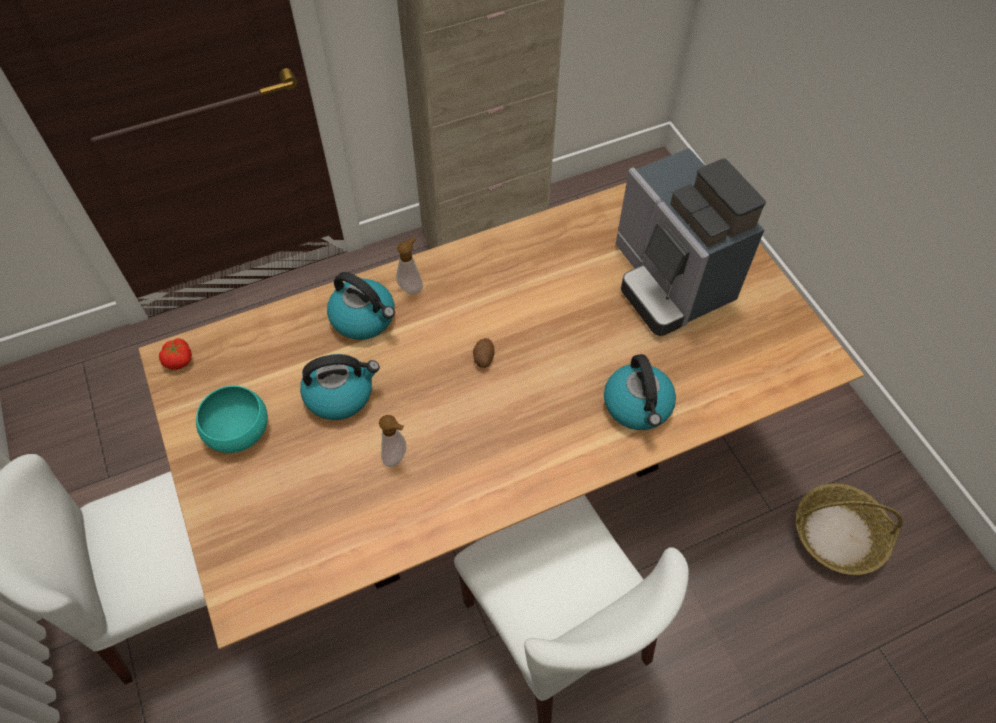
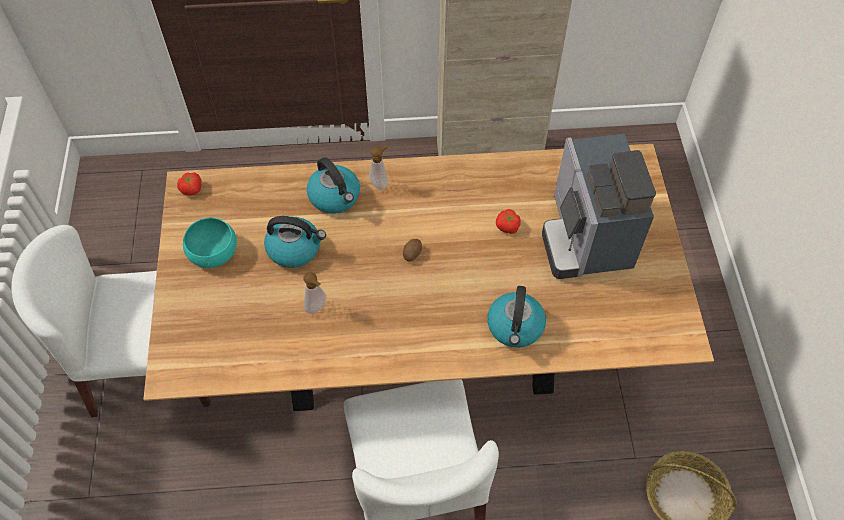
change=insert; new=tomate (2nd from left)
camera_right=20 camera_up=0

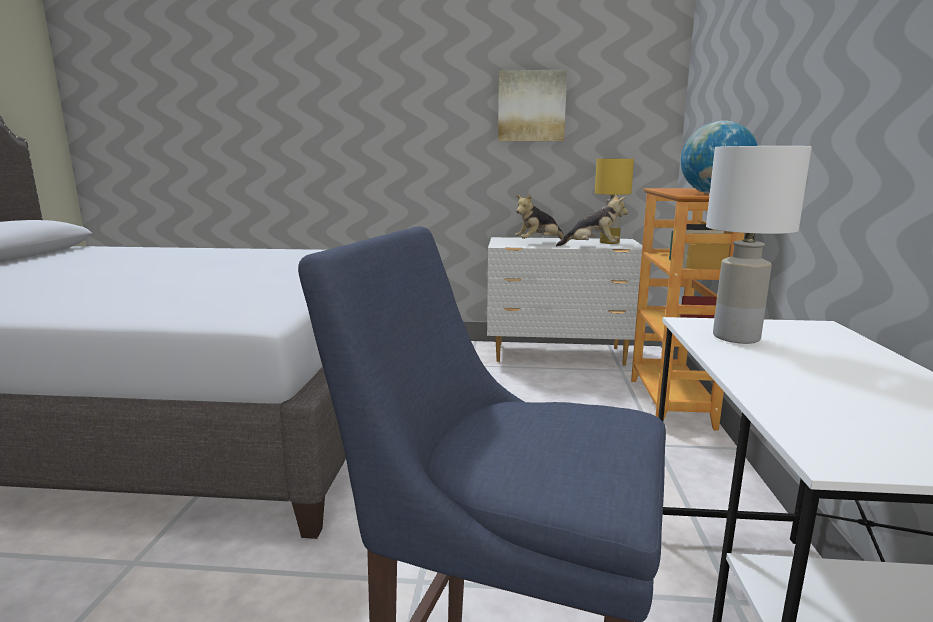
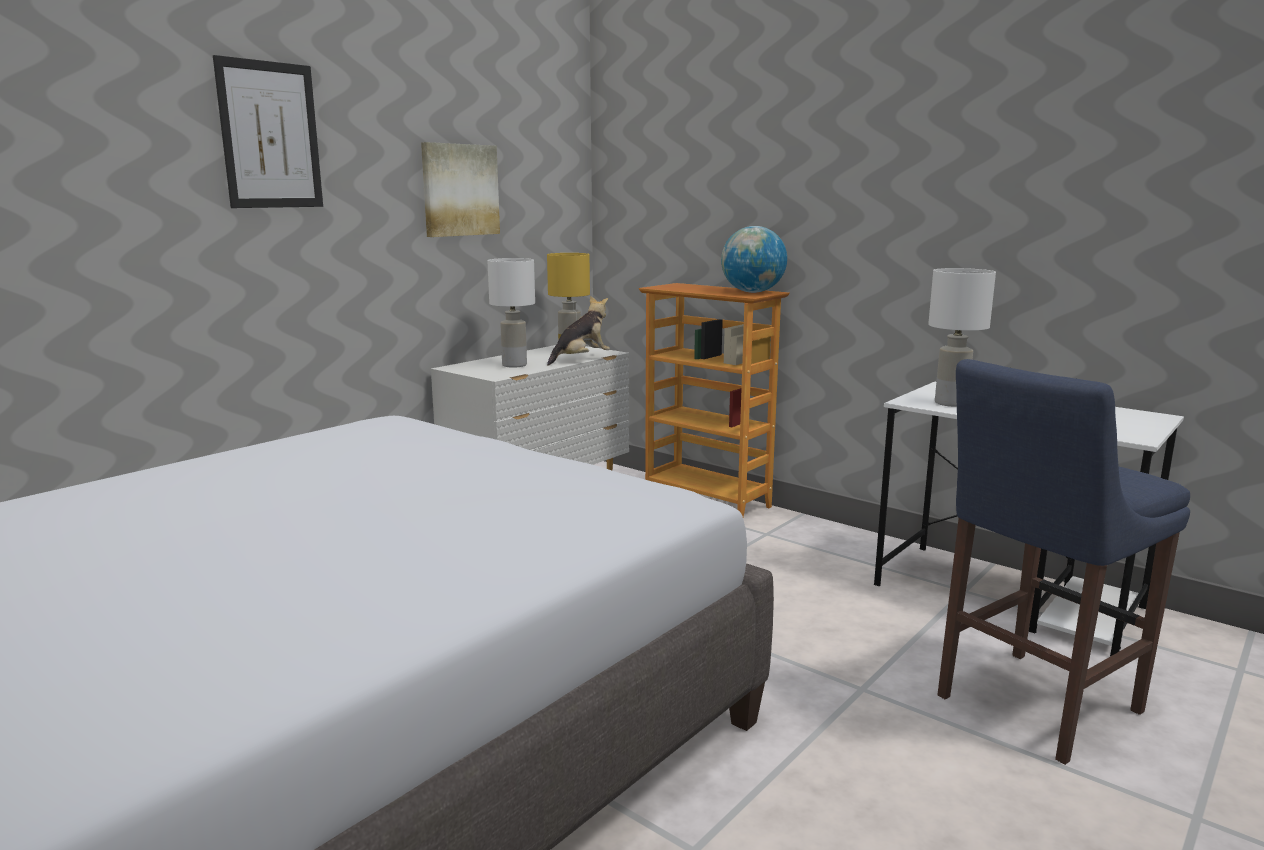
change=insert; new=tableau (1st from left)
change=replace; old=peluche (1st from left); new=lampe de table/blanc (1st from left)
camera_right=-55 camera_up=0

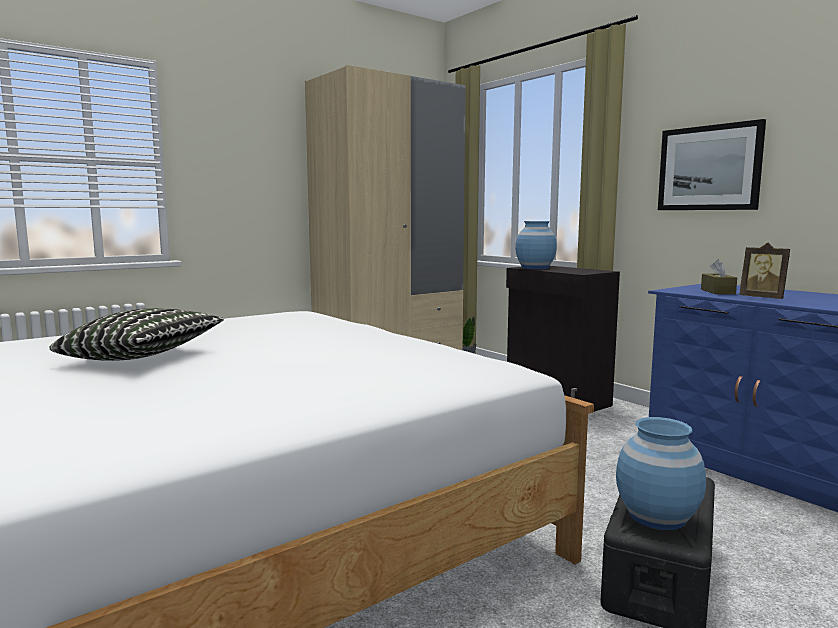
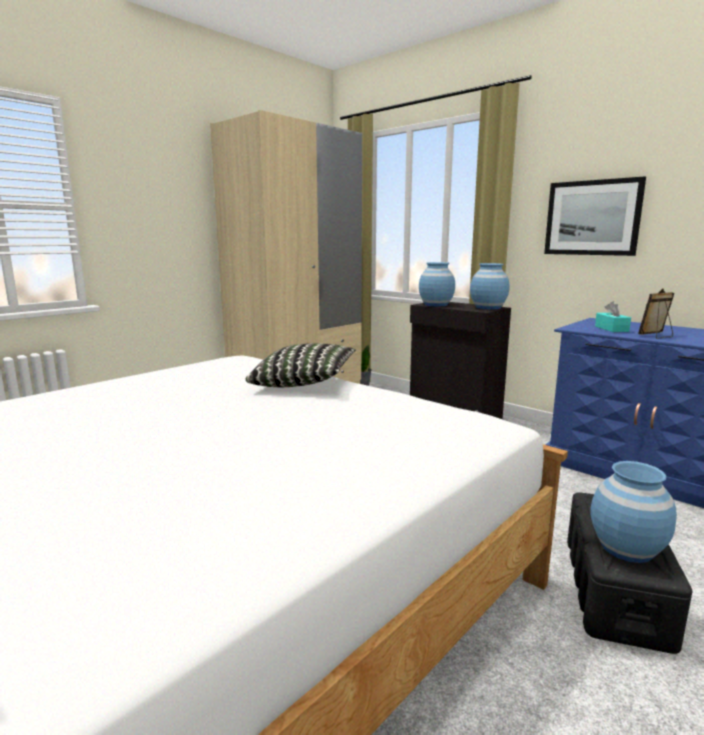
change=insert; new=vase/bleu (2nd from left)
change=move; old=coussin
change=recolor; old=boîte à mouchoirs/marron; new=boîte à mouchoirs/turquoise
change=rotate; old=cadre photo; degrees=120
camera_right=-10 camera_up=5

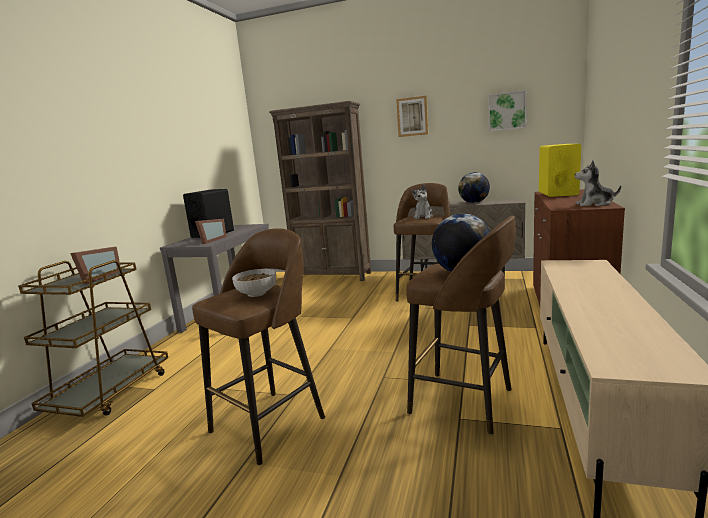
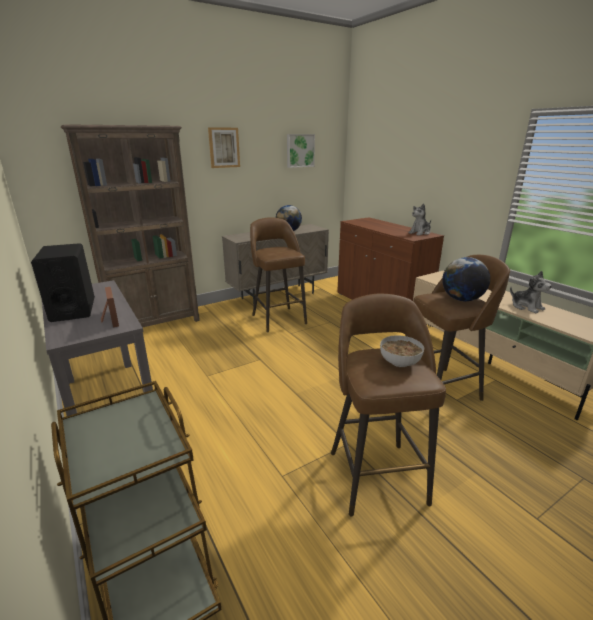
change=delete; old=cadre photo (1st from left)
change=delete; old=enceinte/jaune
change=move; old=peluche (1st from left in the first image); new=peluche (2nd from left)
camera_right=-50 camera_up=10

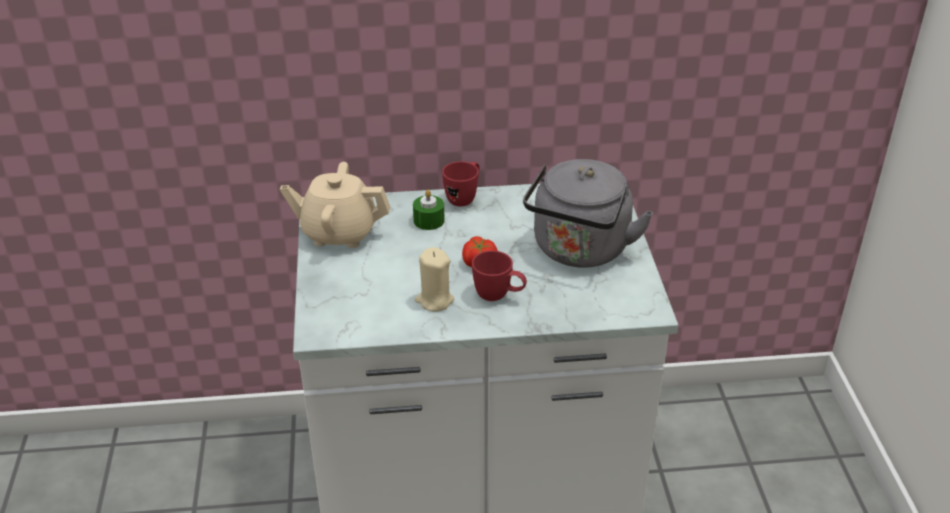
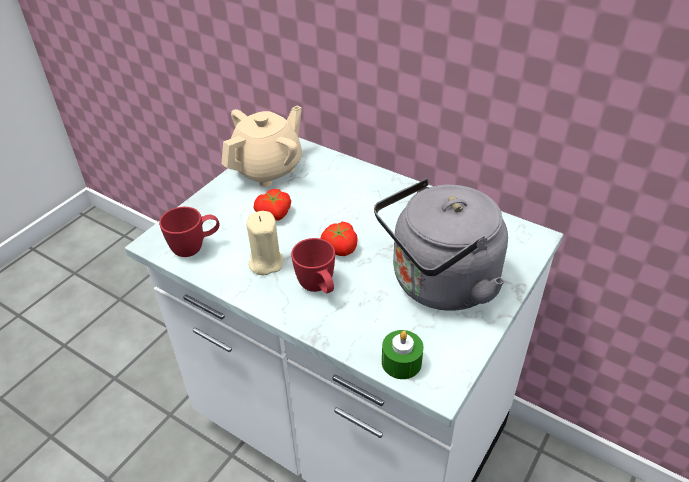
change=insert; new=tomate (1st from left)
change=move; old=bougie/vert
change=move; old=mug/rouge (1st from left)
change=rotate; old=théière/beige; degrees=90
camera_right=40 camera_up=5

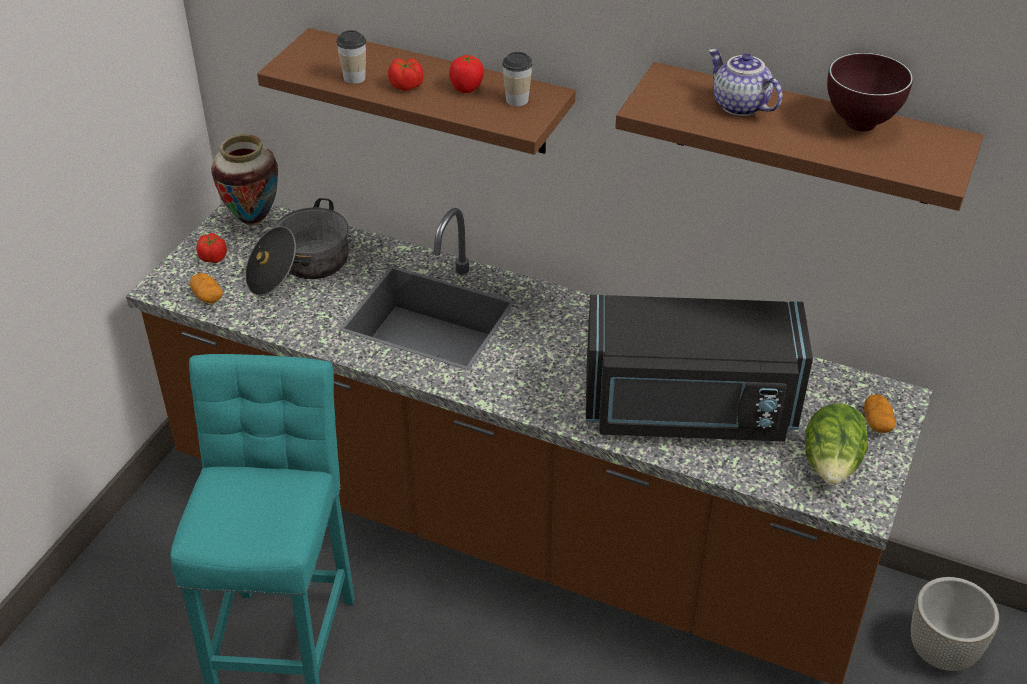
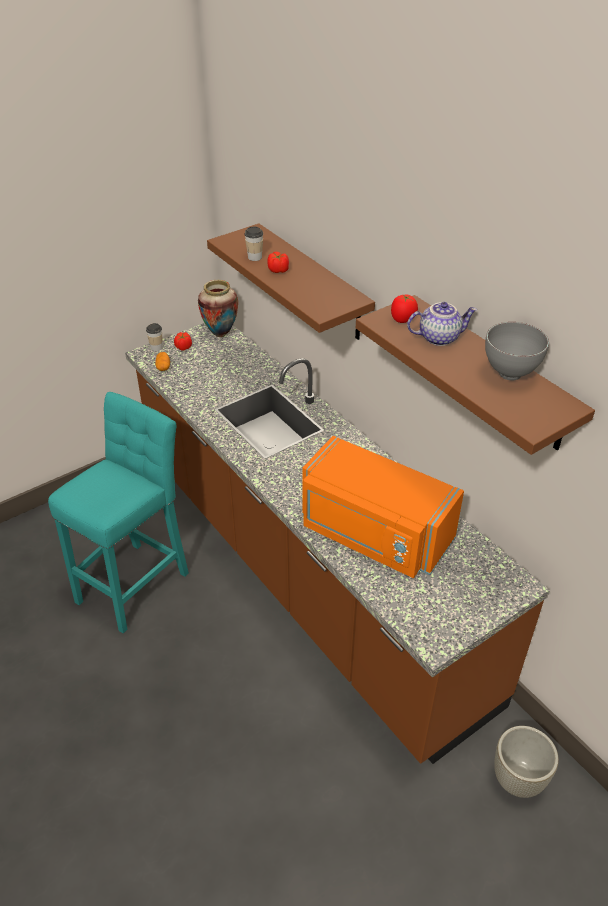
change=delete; old=marmite
change=delete; old=laitue
change=delete; old=pomme de terre (2nd from left)
change=move; old=tomate (3rd from left)
change=move; old=tasse (2nd from left in the first image); new=tasse (1st from left)
change=recolor; old=micro-ondes/noir; new=micro-ondes/orange
change=recolor; old=bol/marron; new=bol/gris
change=rotate; old=théière; degrees=90
camera_right=30 camera_up=0

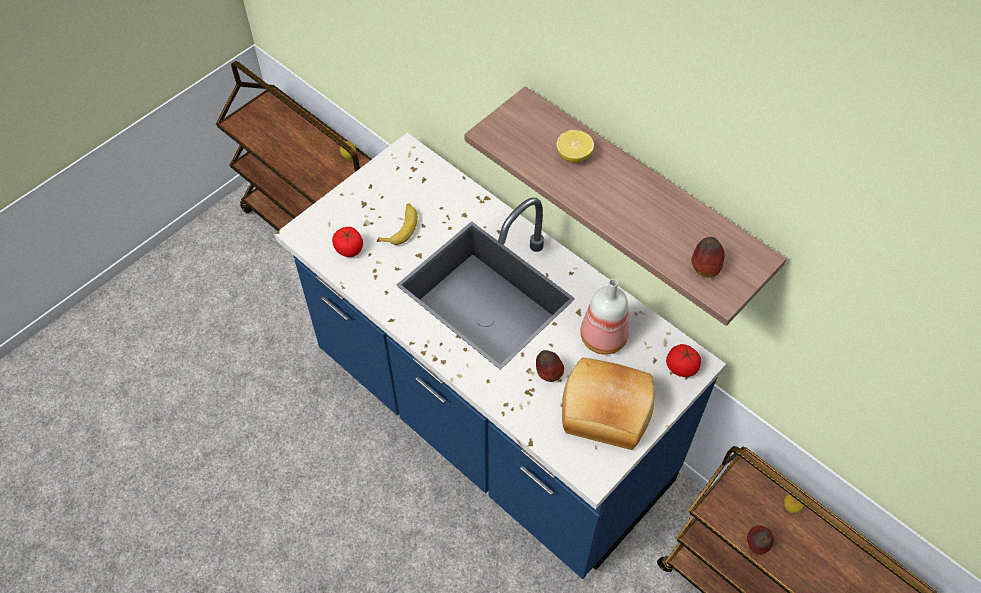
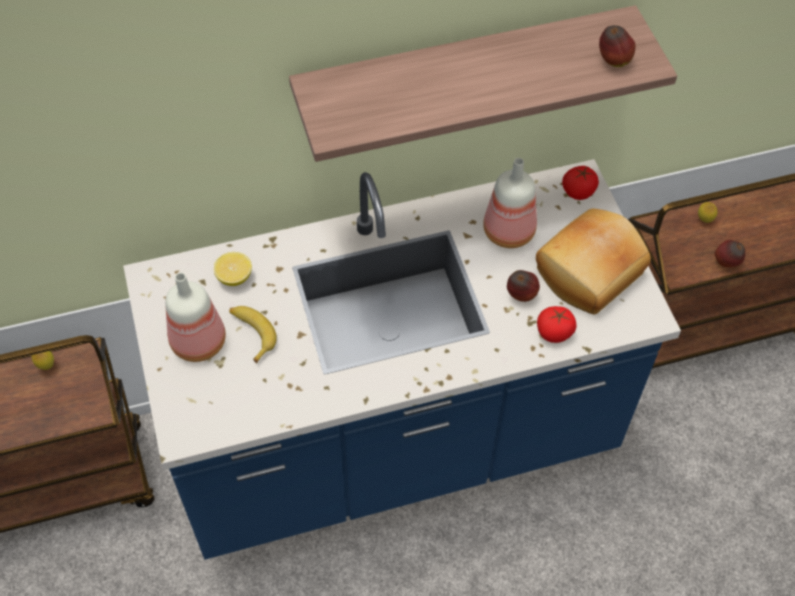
change=insert; new=bouteille (1st from left)
change=move; old=tomate (1st from left)
change=move; old=citron (2nd from left)
camera_right=-60 camera_up=0

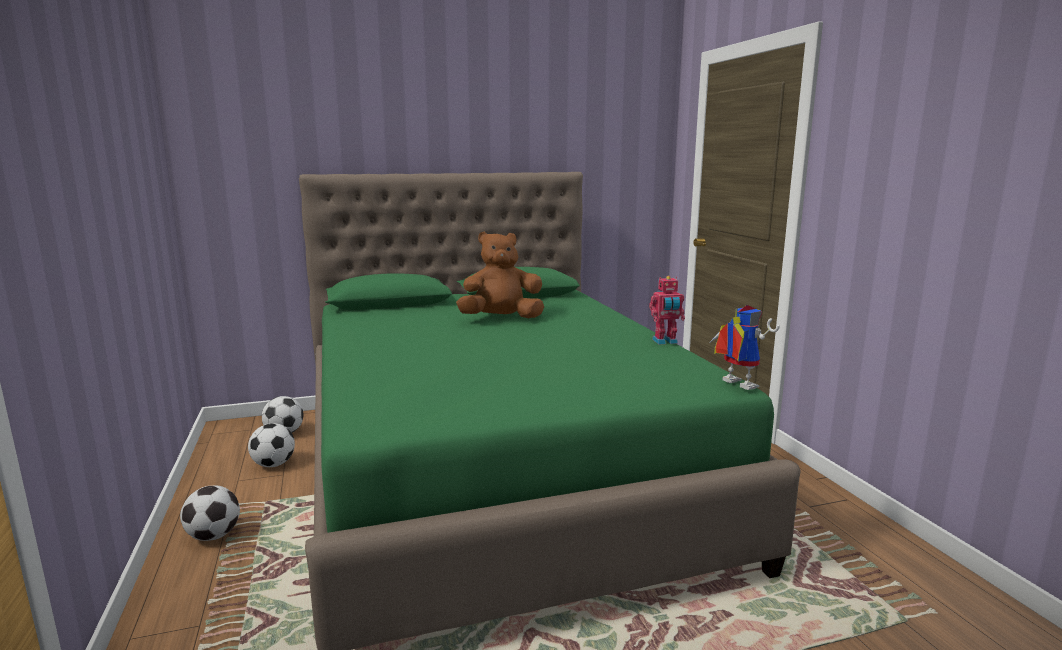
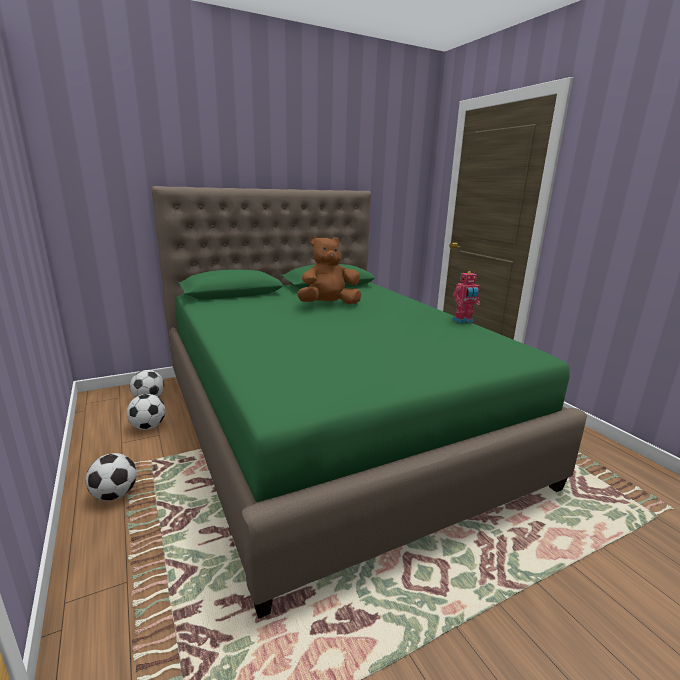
change=delete; old=robot jouet (2nd from left)
camera_right=-10 camera_up=5

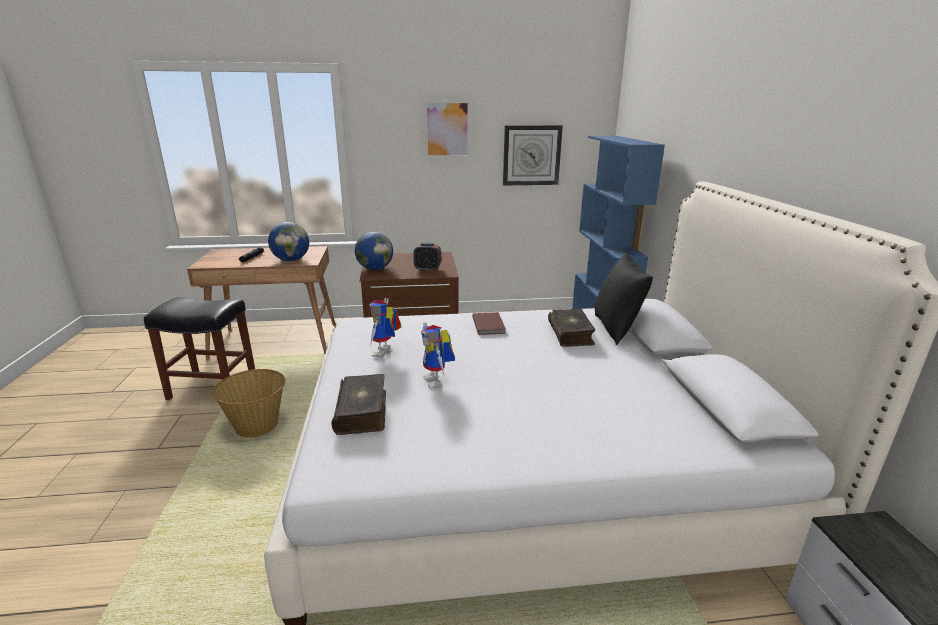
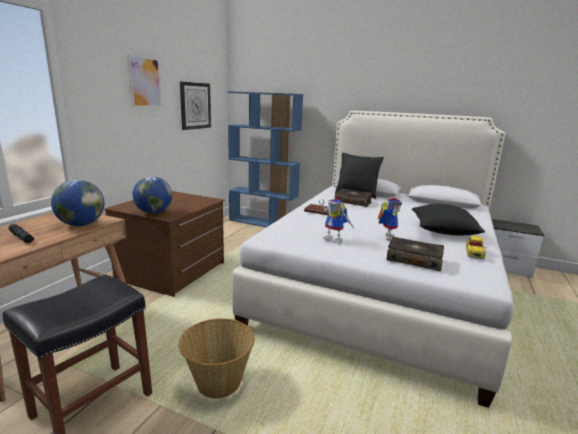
change=delete; old=réveil
change=insert; new=coussin/noir (2nd from left)
change=insert; new=petite voiture
change=rotate; old=robot jouet (2nd from left); degrees=-90
camera_right=-60 camera_up=-5

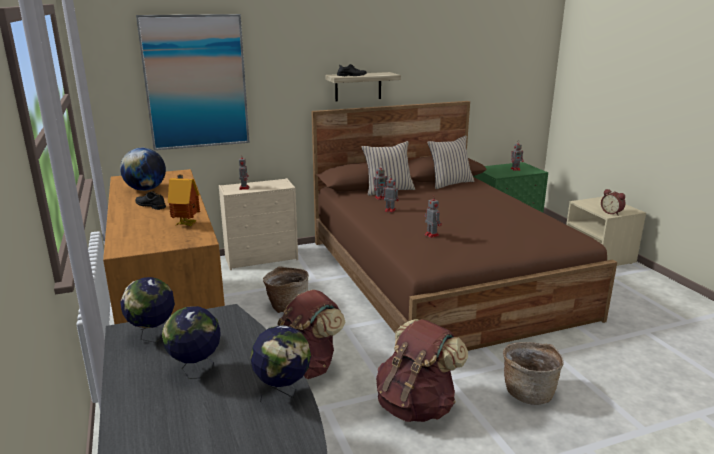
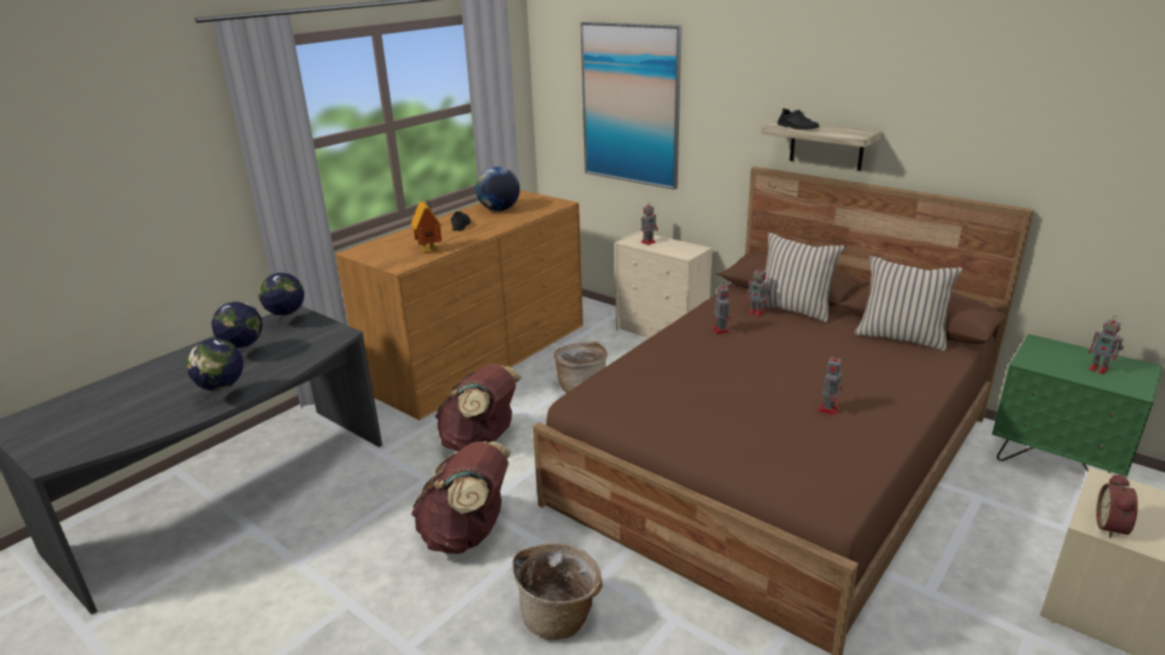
change=move; old=robot jouet (4th from left)
camera_right=60 camera_up=5

